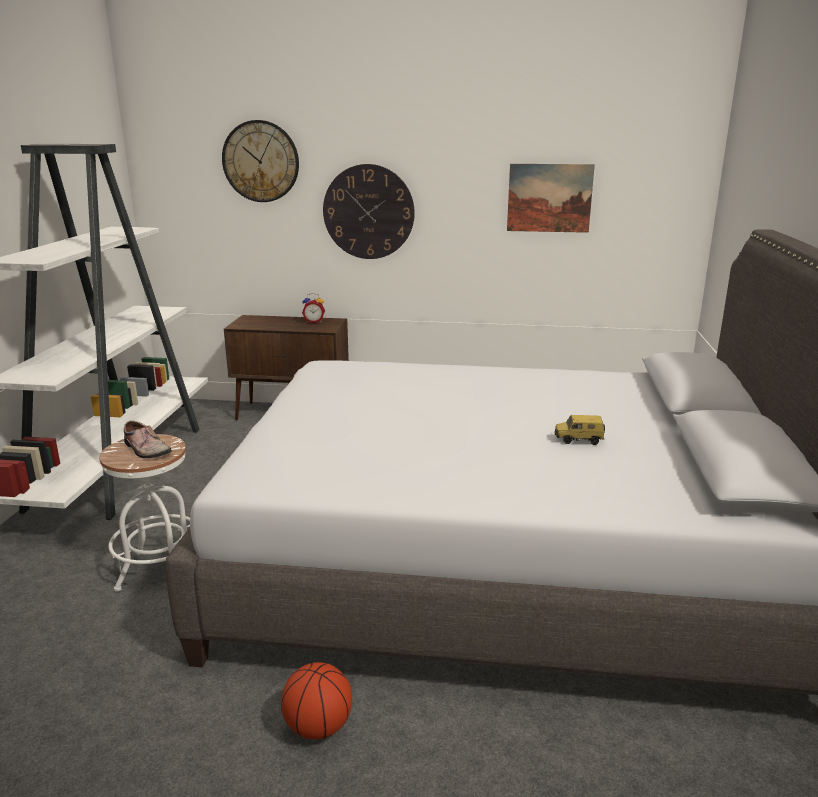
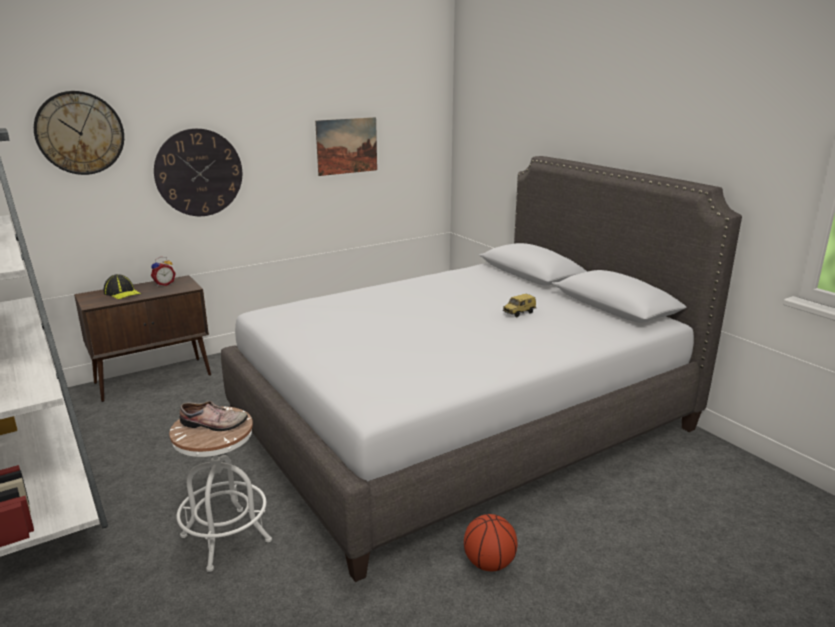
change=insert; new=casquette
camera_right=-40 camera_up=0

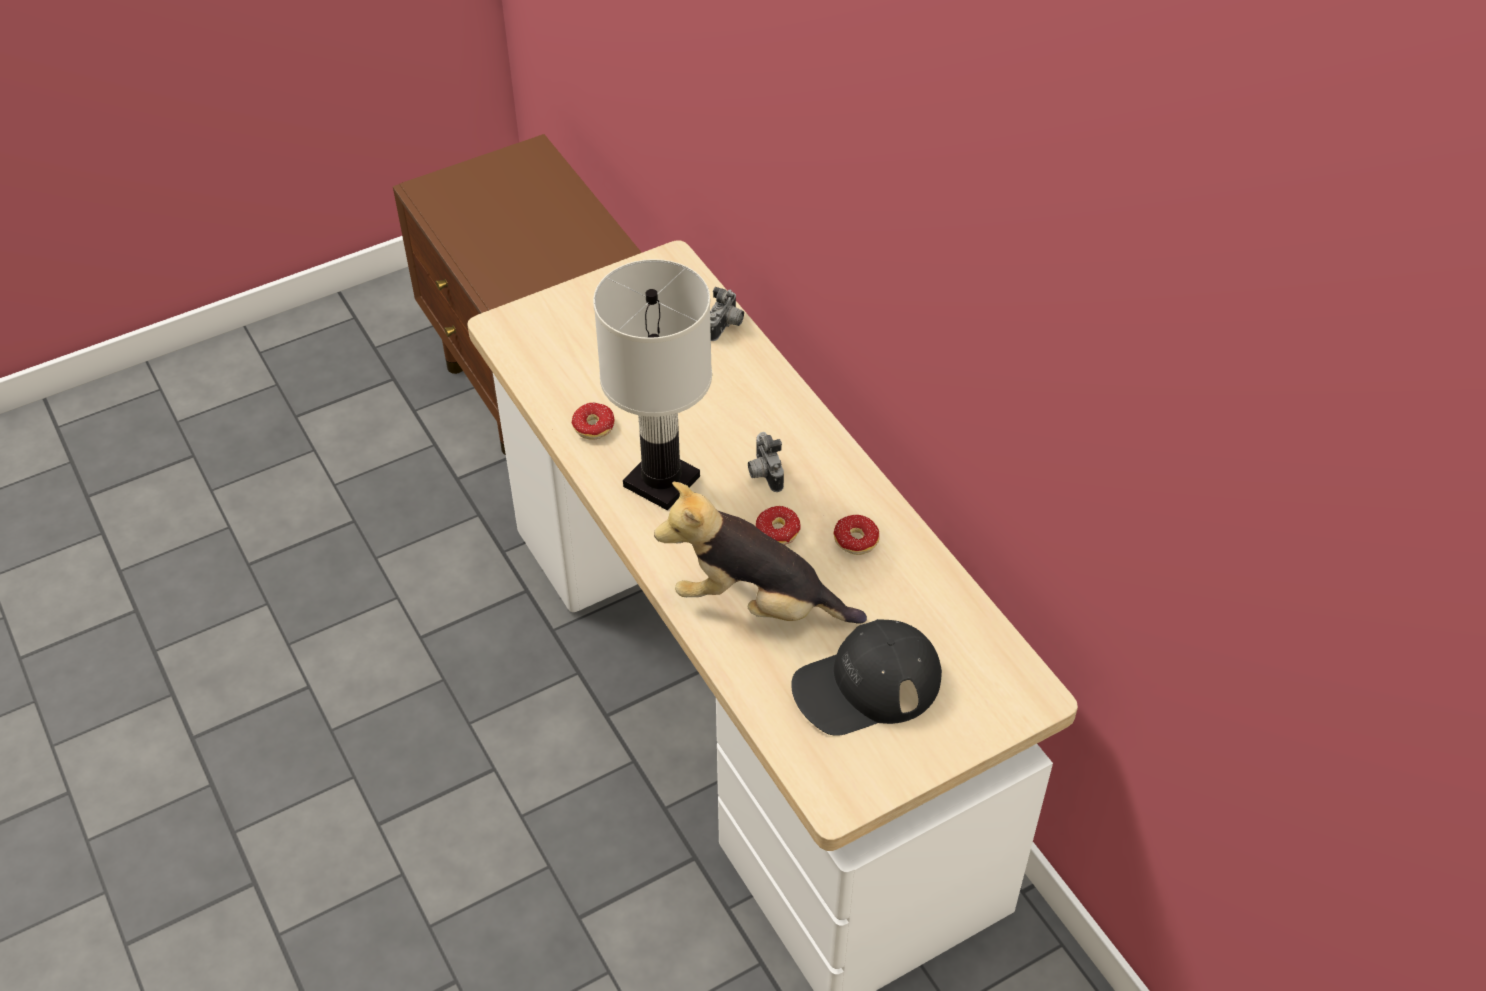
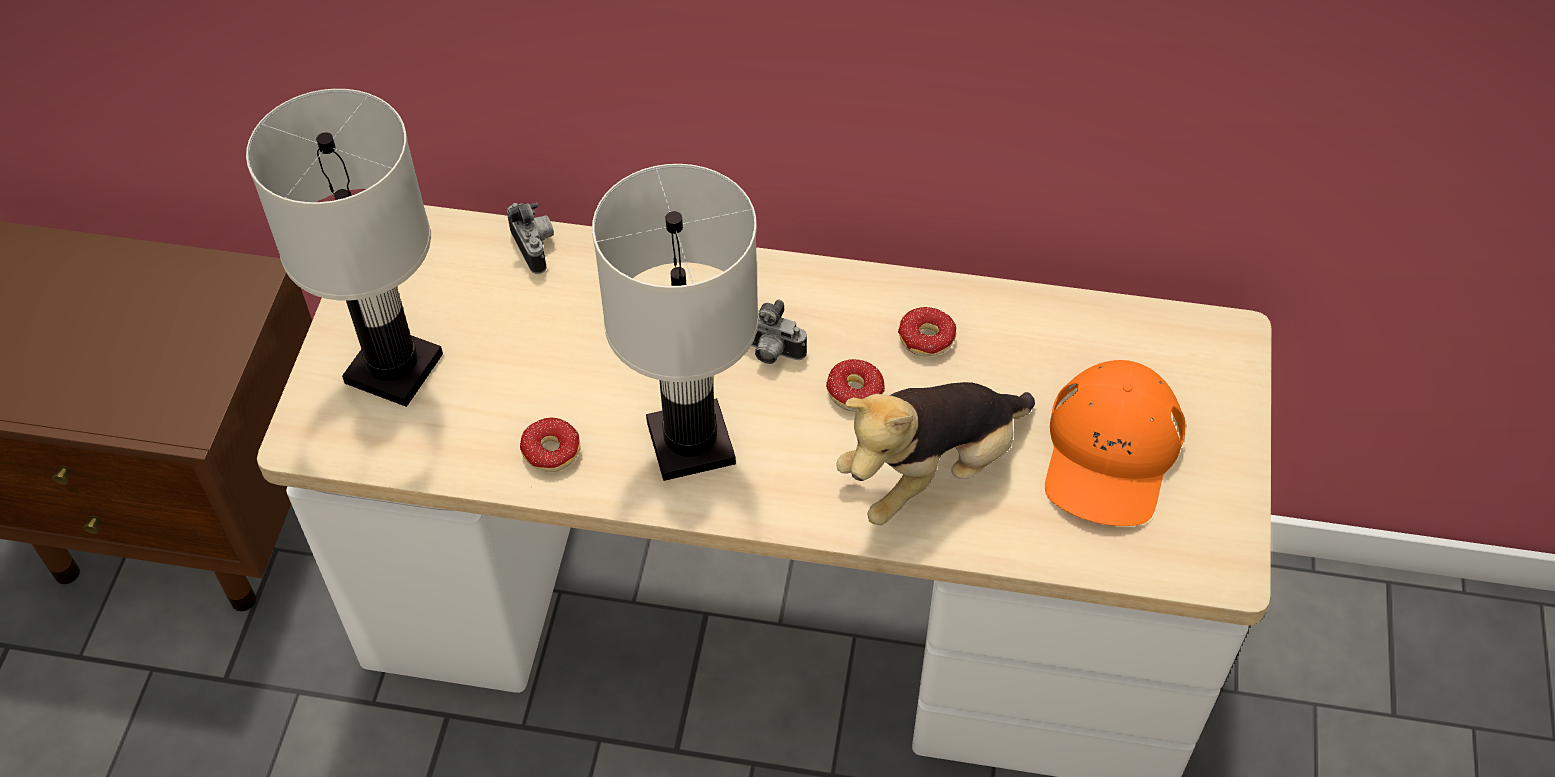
change=insert; new=lampe de table/blanc (1st from left)
change=recolor; old=casquette/noir; new=casquette/orange
camera_right=-50 camera_up=5

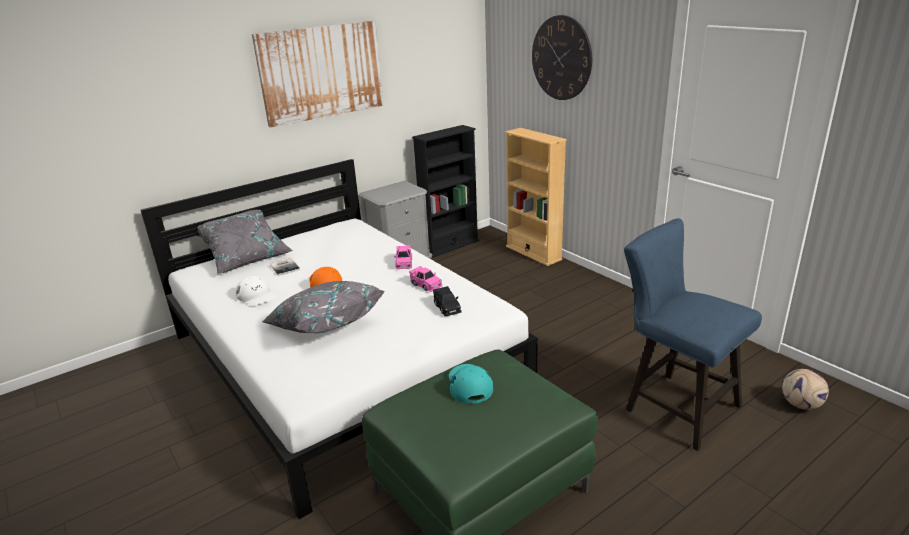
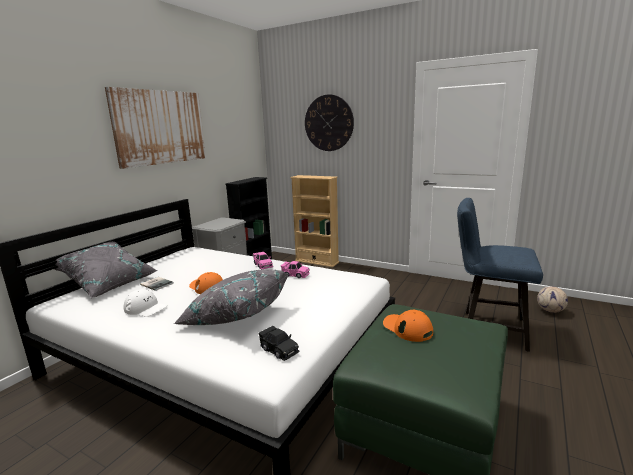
change=move; old=petite voiture/noir
change=recolor; old=casquette/turquoise; new=casquette/orange (2nd from left)
camera_right=-25 camera_up=-10

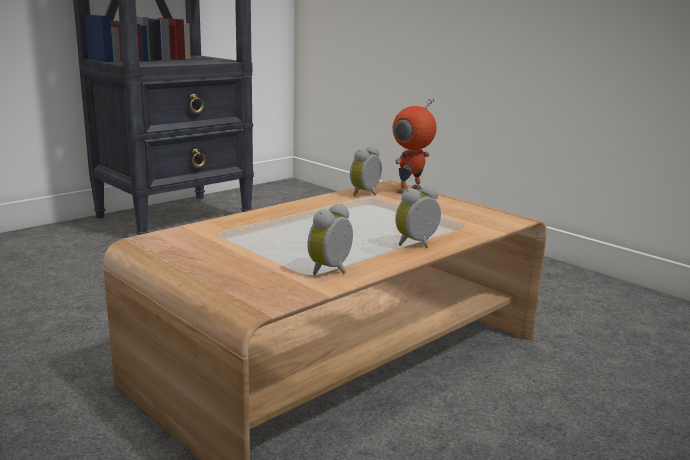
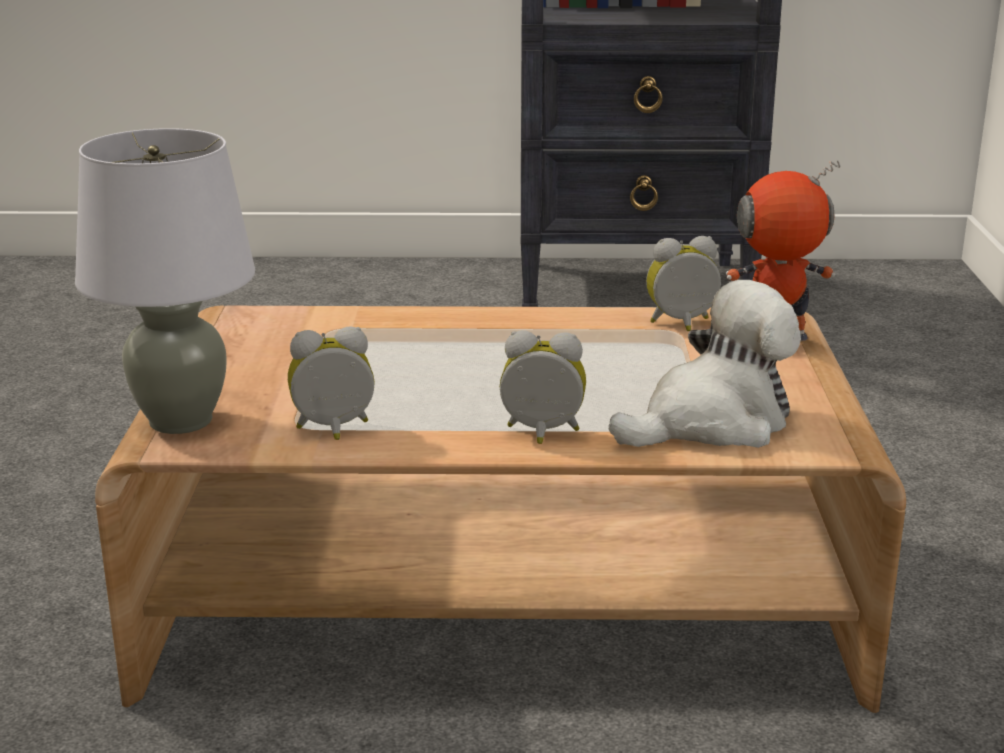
change=insert; new=lampe de table/gris
change=insert; new=peluche
camera_right=45 camera_up=5

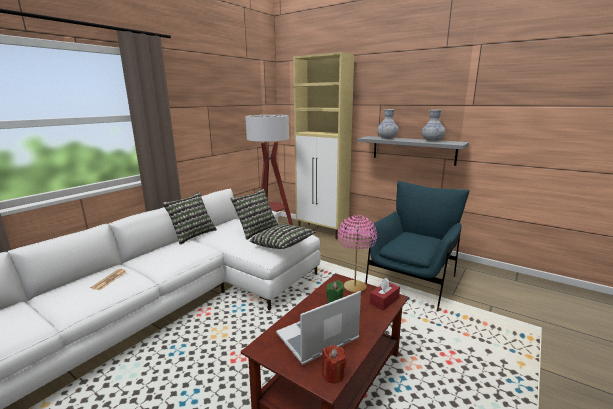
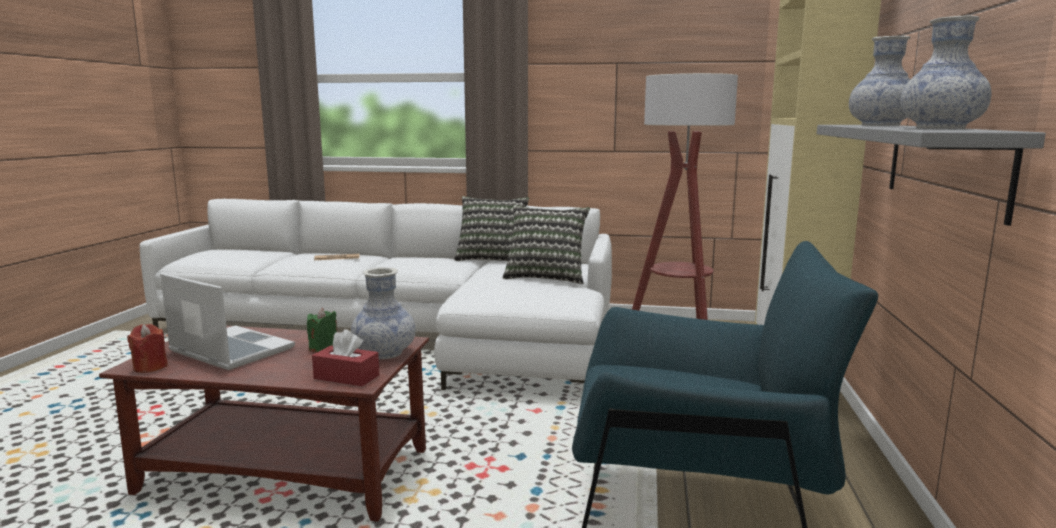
change=delete; old=coussin (3rd from left)
change=replace; old=lampe de table/rose; new=vase (1st from left)
camera_right=65 camera_up=-5

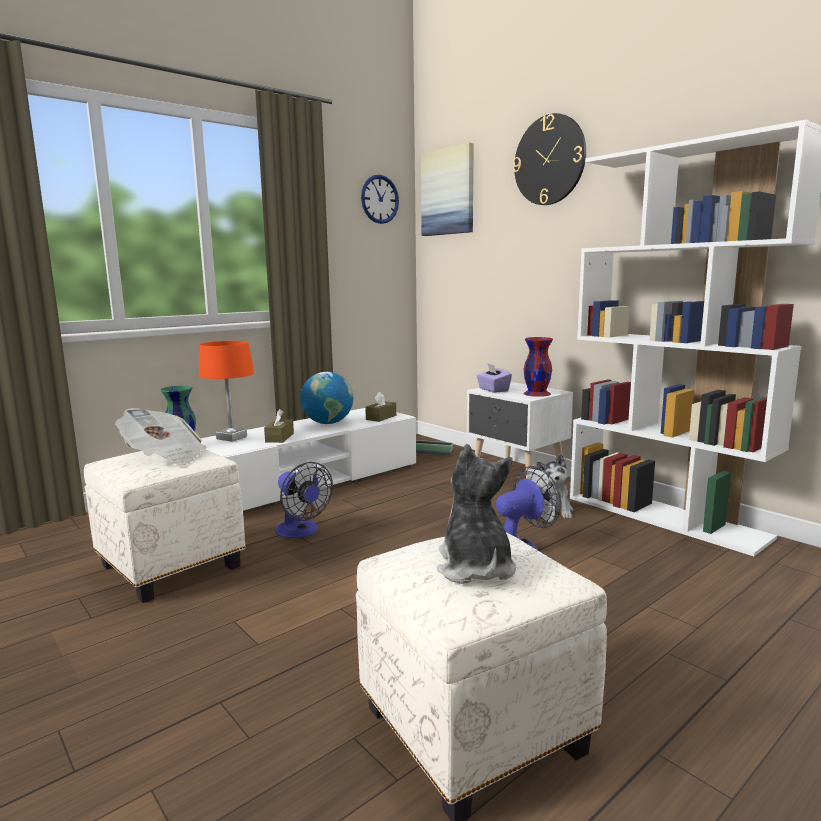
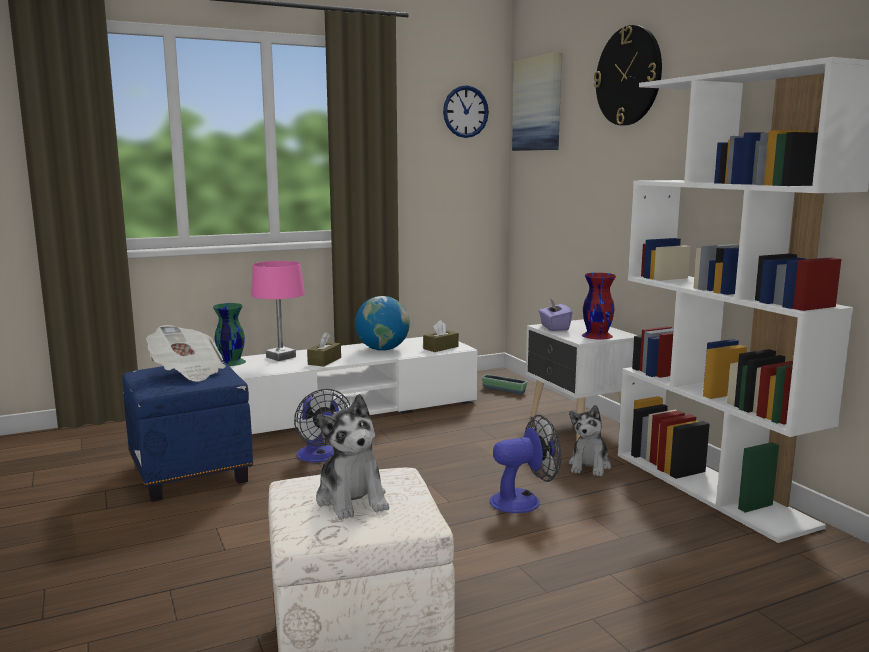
change=recolor; old=pouf/blanc (1st from left); new=pouf/bleu
change=recolor; old=lampe de table/orange; new=lampe de table/rose
change=rotate; old=peluche (1st from left); degrees=150
camera_right=15 camera_up=0

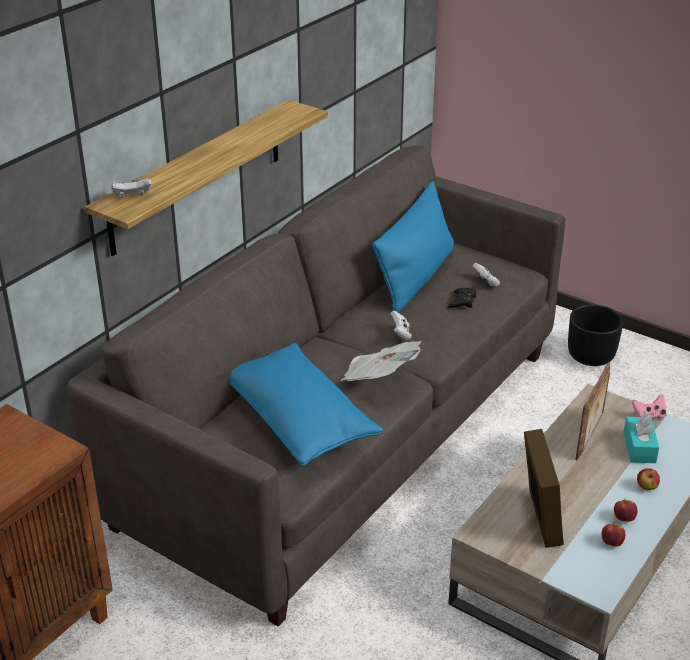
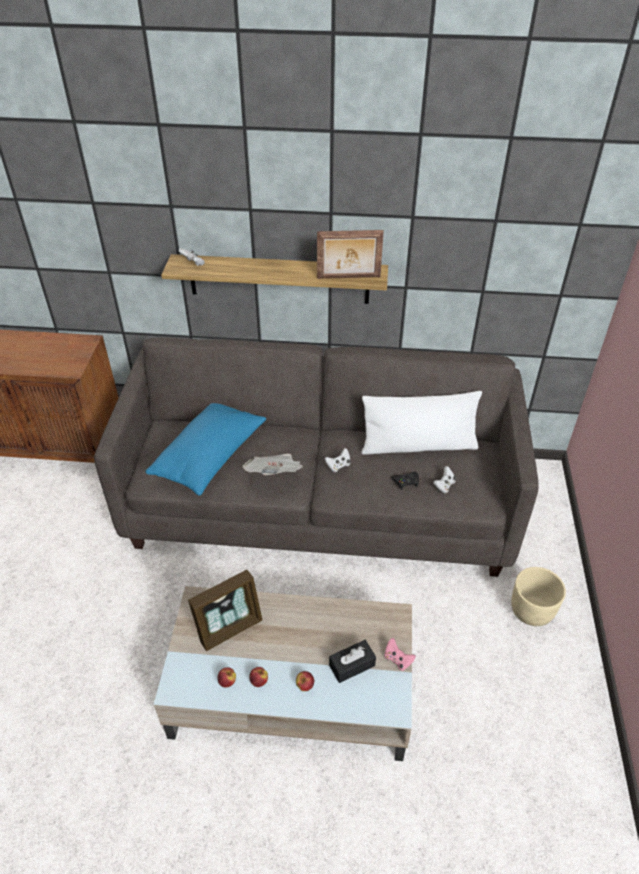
change=move; old=cadre photo (2nd from left)
change=recolor; old=coussin/bleu (2nd from left); new=coussin/blanc
change=recolor; old=cache-pot/noir; new=cache-pot/beige
change=recolor; old=boîte à mouchoirs/turquoise; new=boîte à mouchoirs/noir
camera_right=60 camera_up=10

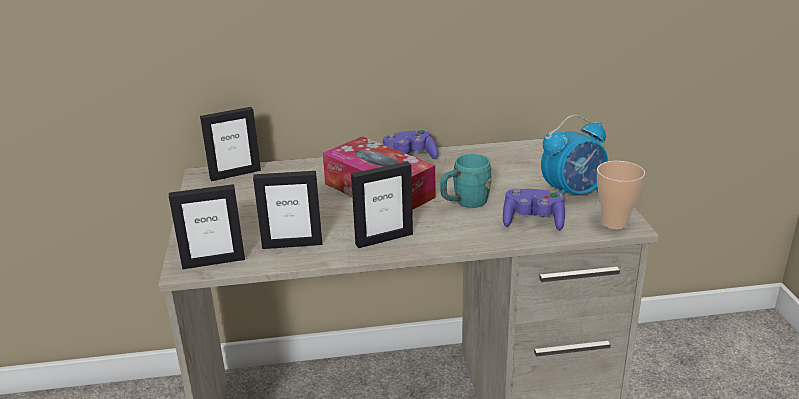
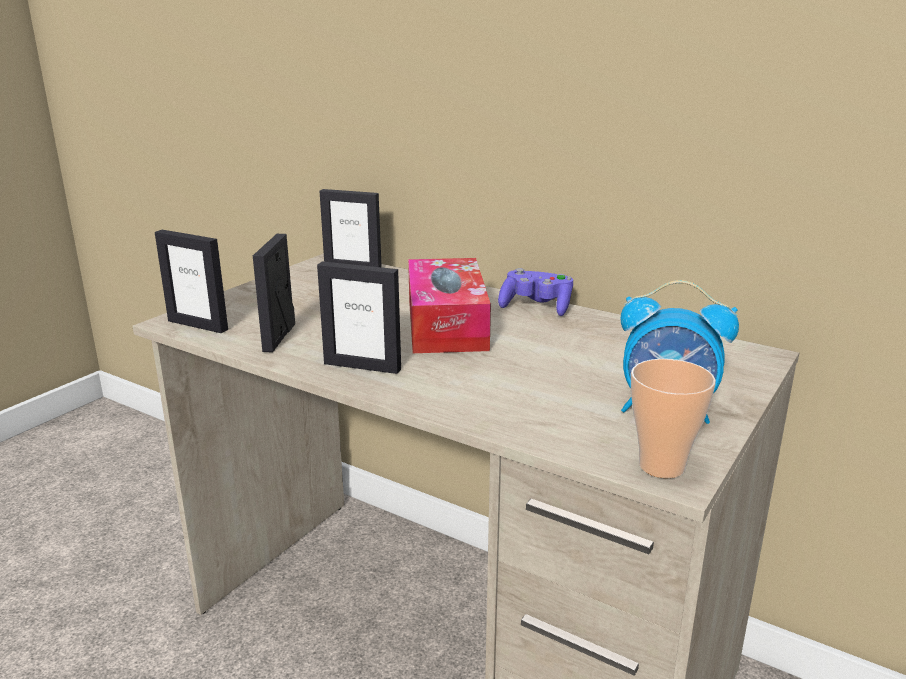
change=delete; old=mug/turquoise
change=delete; old=manette/violet (2nd from left)
change=rotate; old=cadre photo (3rd from left in the first image); degrees=60
camera_right=40 camera_up=-5

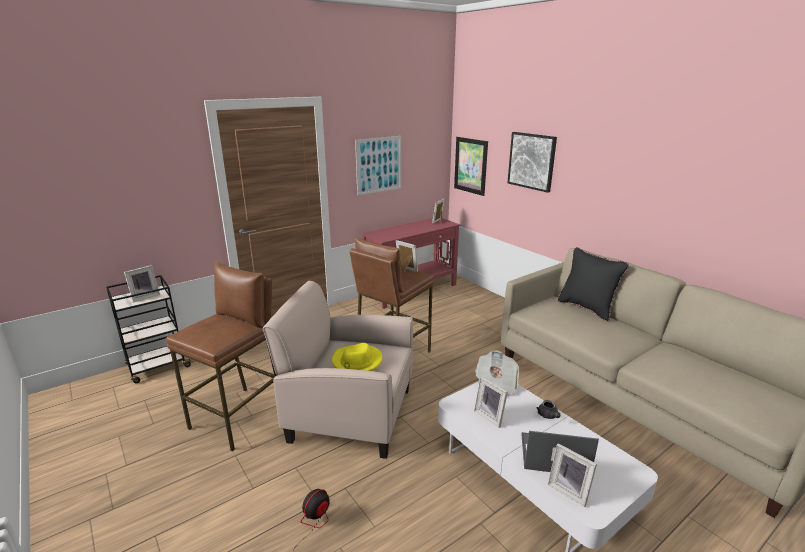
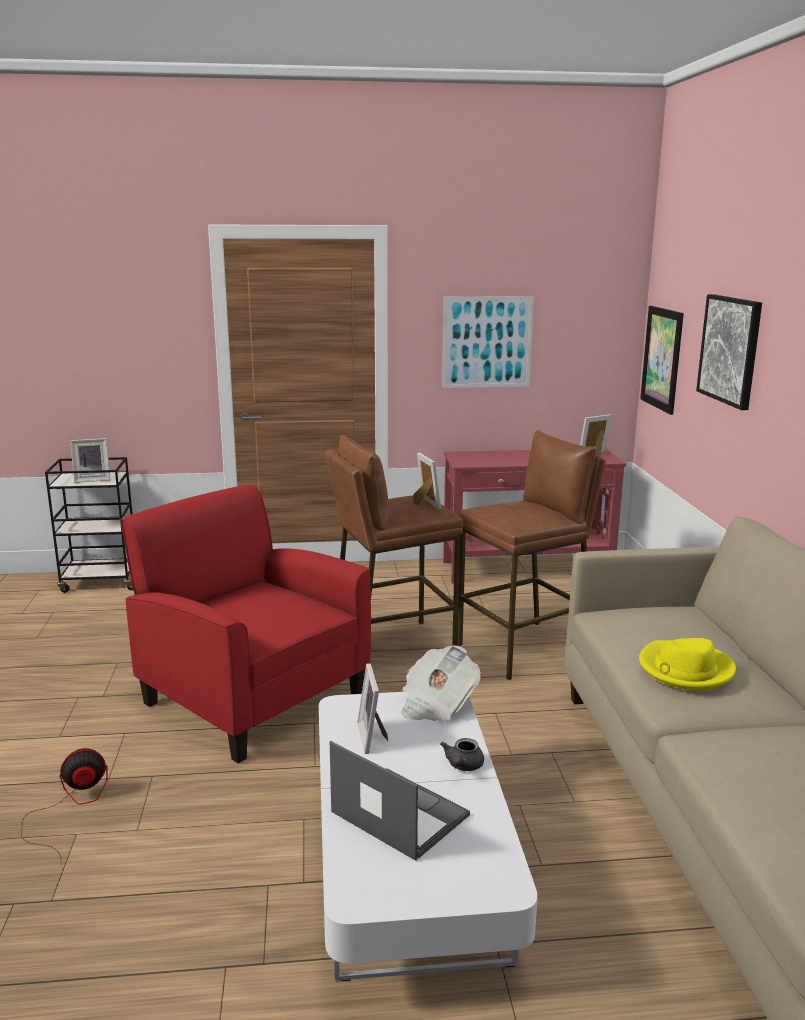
change=delete; old=cadre photo (5th from left)
change=delete; old=coussin/noir
change=move; old=tabouret/marron (1st from left in the first image); new=tabouret/marron (2nd from left)
change=move; old=chapeau/jaune
change=recolor; old=fauteuil/beige; new=fauteuil/rouge
camera_right=30 camera_up=-5

